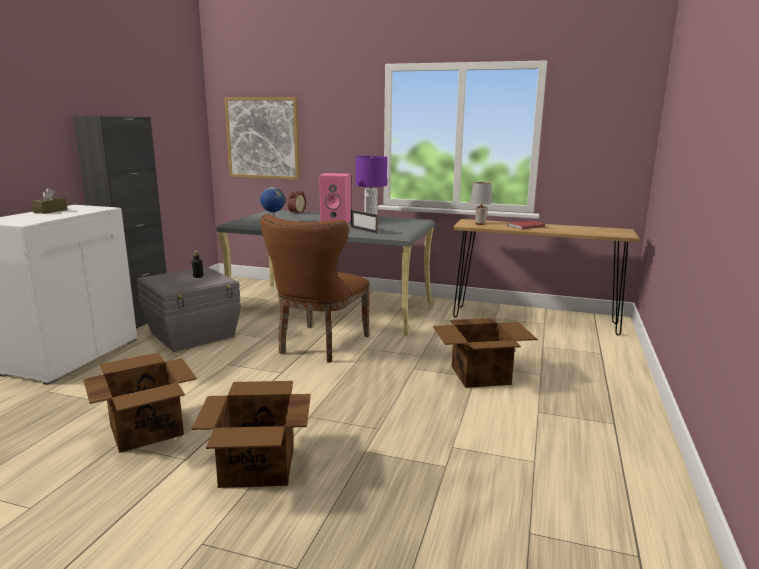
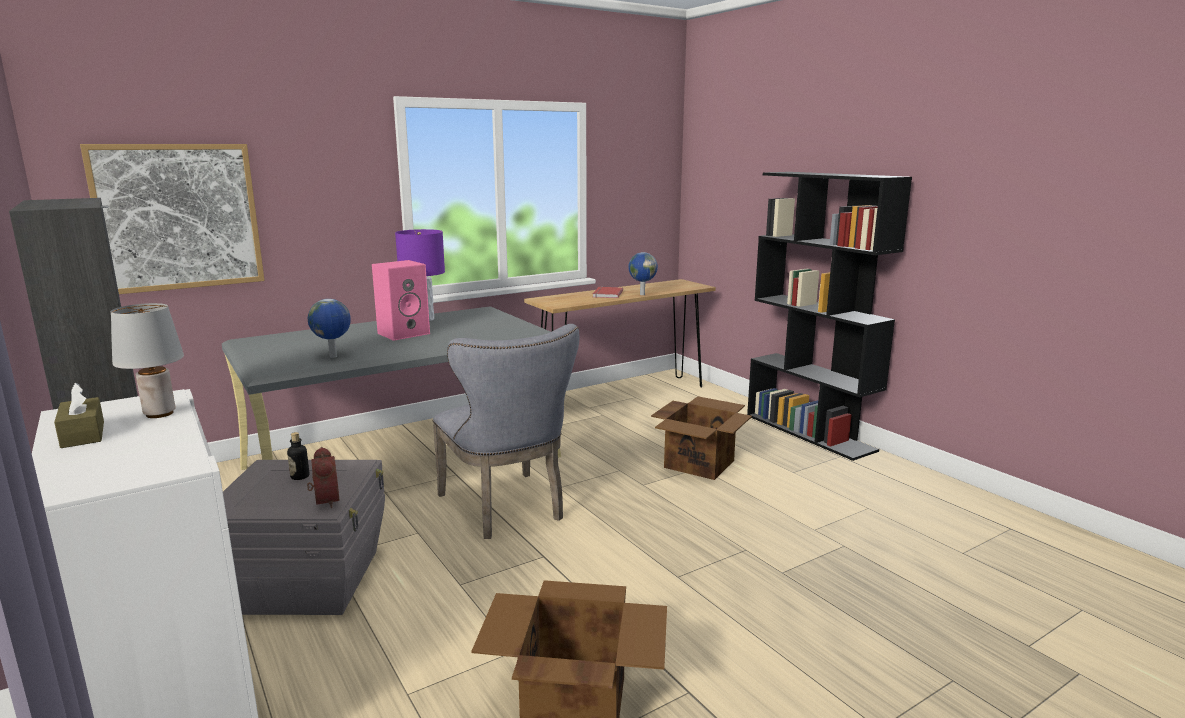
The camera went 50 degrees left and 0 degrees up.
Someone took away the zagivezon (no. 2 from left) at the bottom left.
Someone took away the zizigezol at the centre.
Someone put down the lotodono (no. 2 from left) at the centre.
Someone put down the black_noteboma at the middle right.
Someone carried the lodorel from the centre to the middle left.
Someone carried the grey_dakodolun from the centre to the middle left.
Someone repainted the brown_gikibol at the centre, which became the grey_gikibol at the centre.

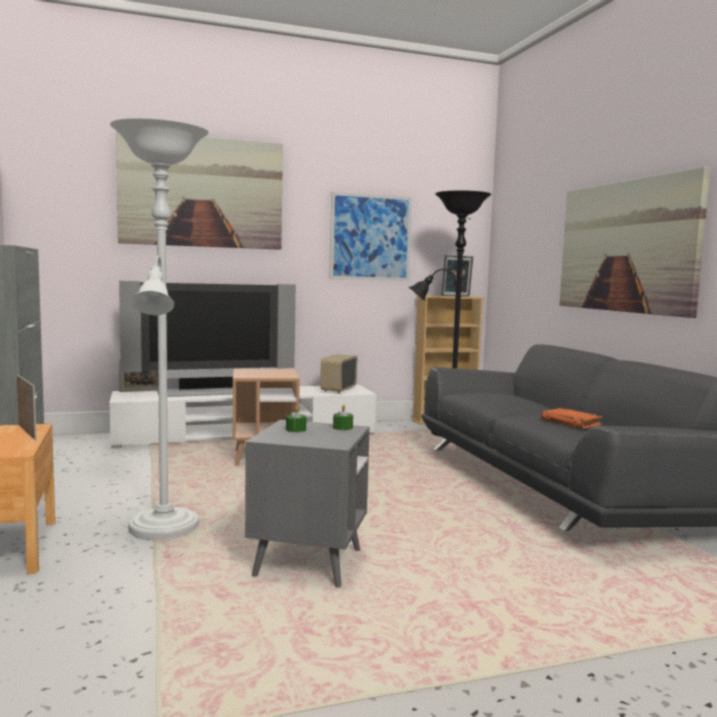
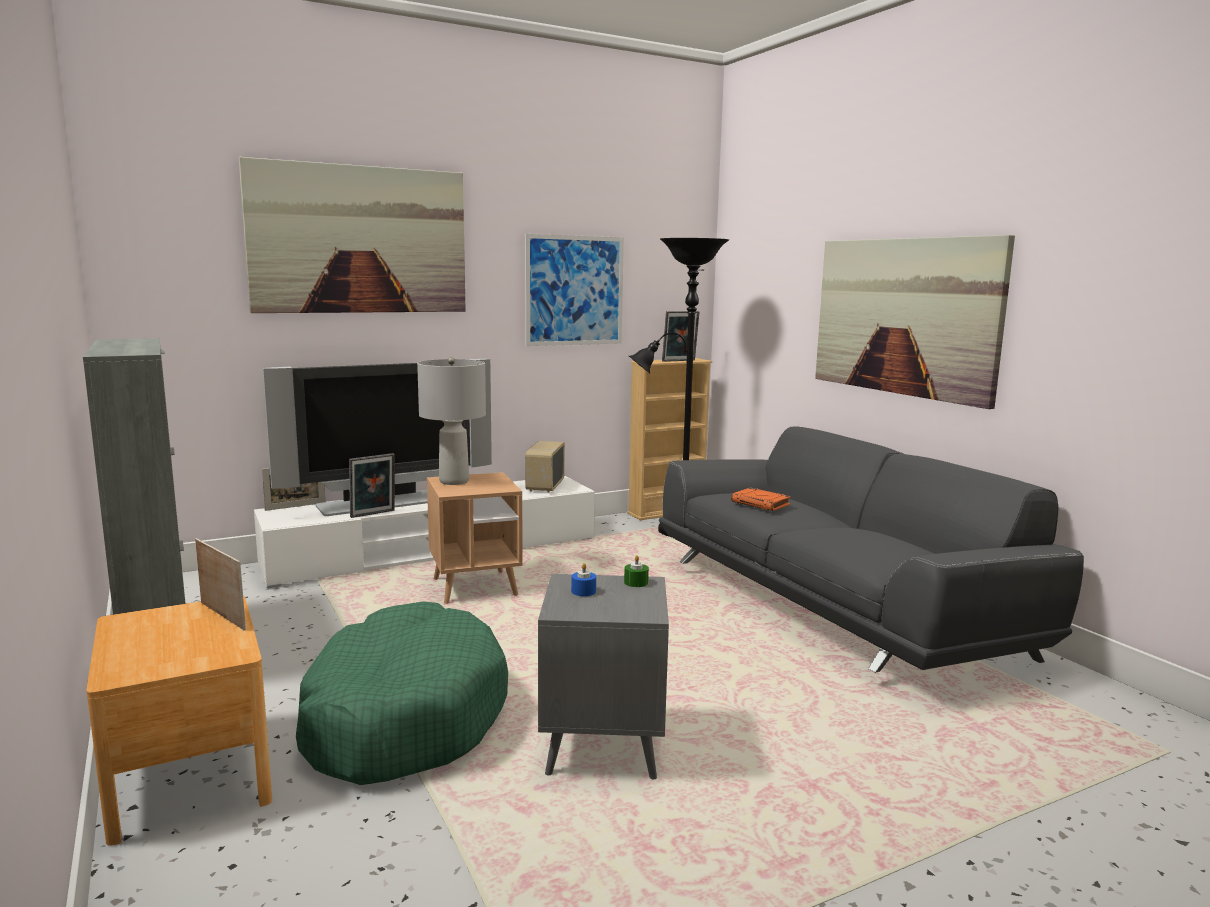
The camera went 10 degrees left and 5 degrees up.
Someone put down the zizigezol (no. 3 from left) at the middle left.
Someone put down the grey_dakodolun at the centre.
Someone carried the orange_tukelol from the middle right to the centre.
Someone swapped the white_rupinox at the middle left for the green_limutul at the bottom left.
Someone repainted the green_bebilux (no. 1 from left) at the centre, which became the blue_bebilux at the centre.

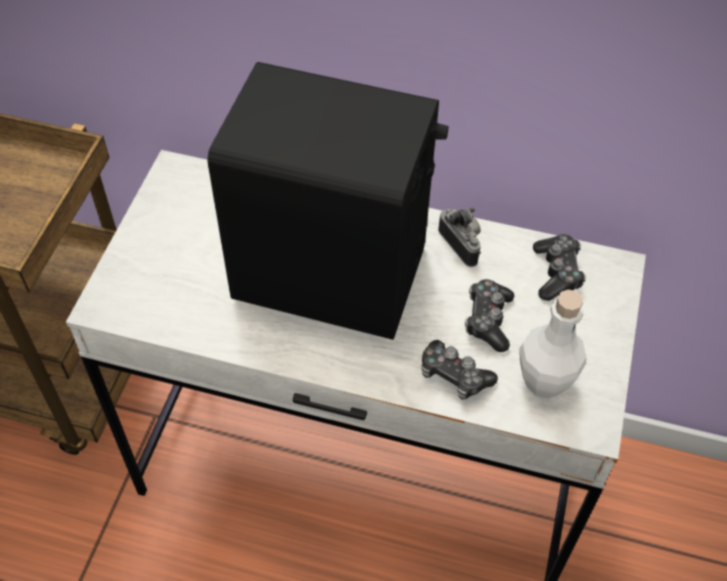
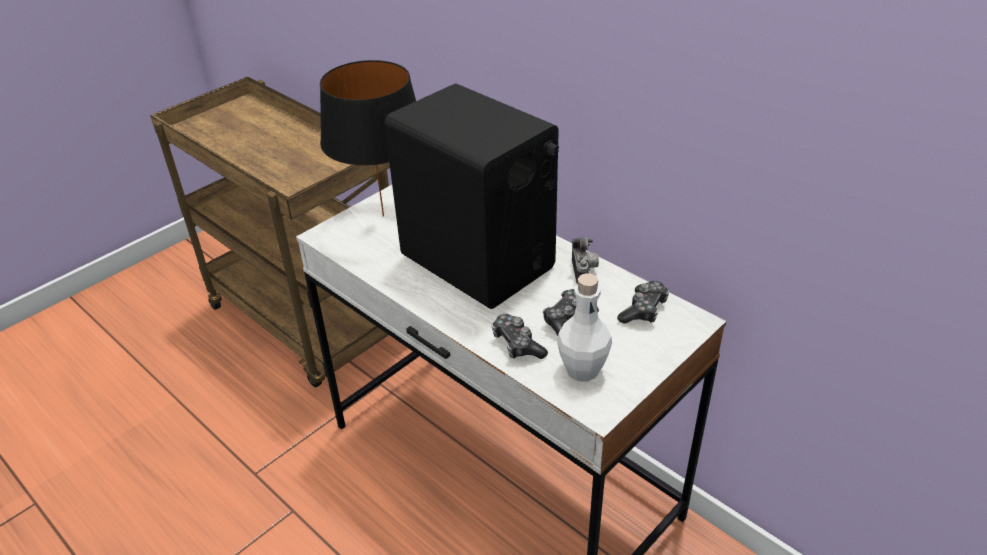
The camera went 30 degrees right and 15 degrees down.
Someone put down the black_dakodolun at the top centre.

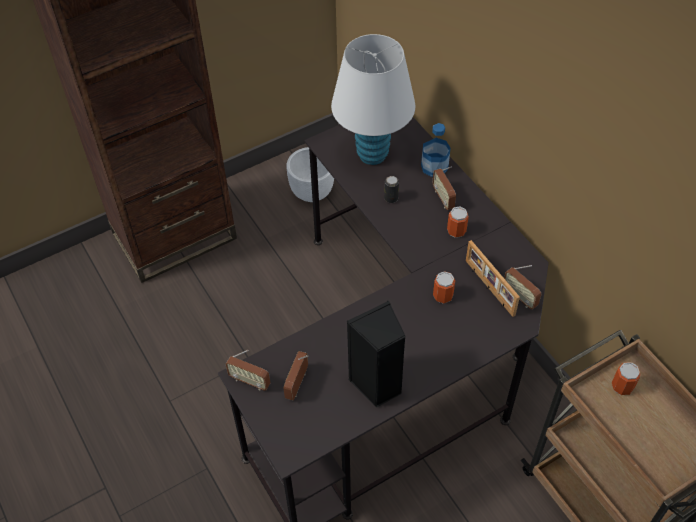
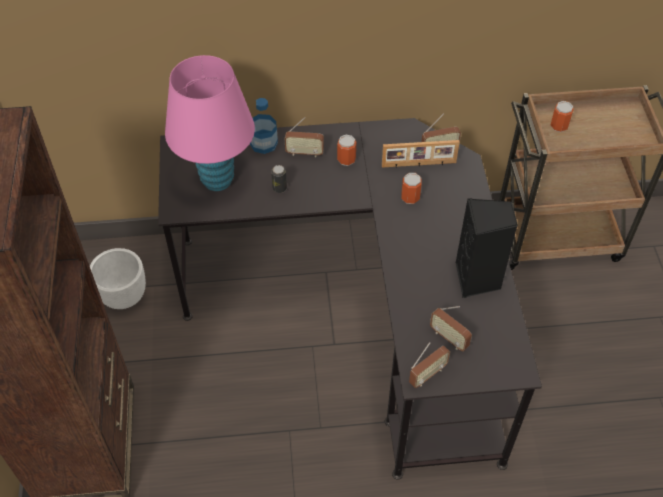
The camera went 65 degrees left and 0 degrees up.
Someone repainted the white_dakodolun at the top centre, which became the pink_dakodolun at the top left.

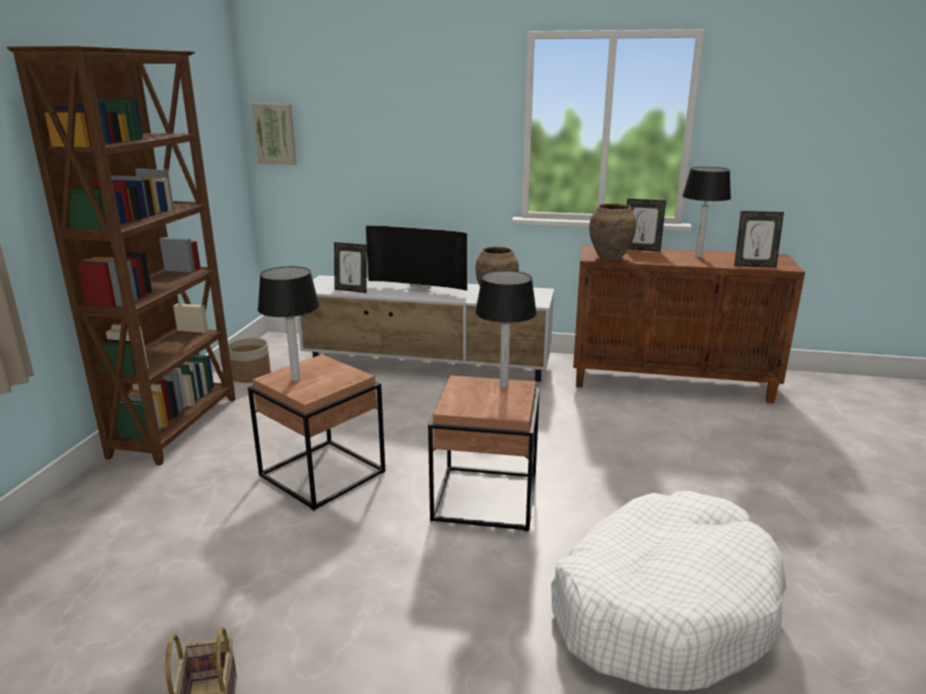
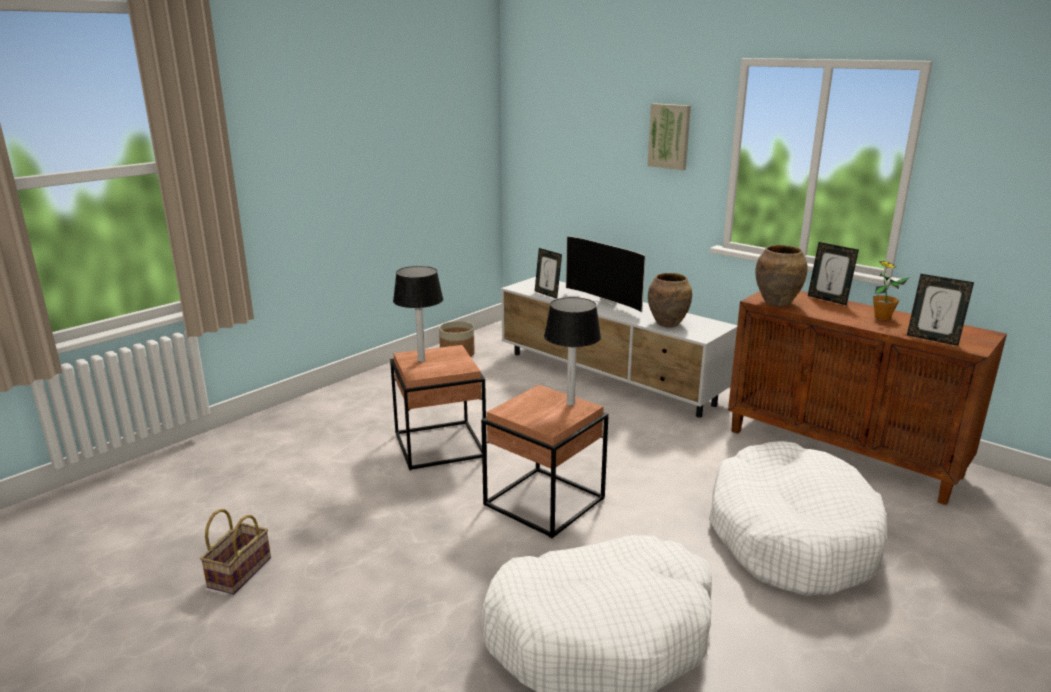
The camera went 30 degrees right and 0 degrees up.
Someone took away the brown_noteboma at the middle left.
Someone put down the white_limutul (no. 2 from left) at the bottom right.
Someone carried the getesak from the top left to the top centre.
Someone swapped the dakodolun (no. 3 from left) at the top right for the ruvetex at the middle right.

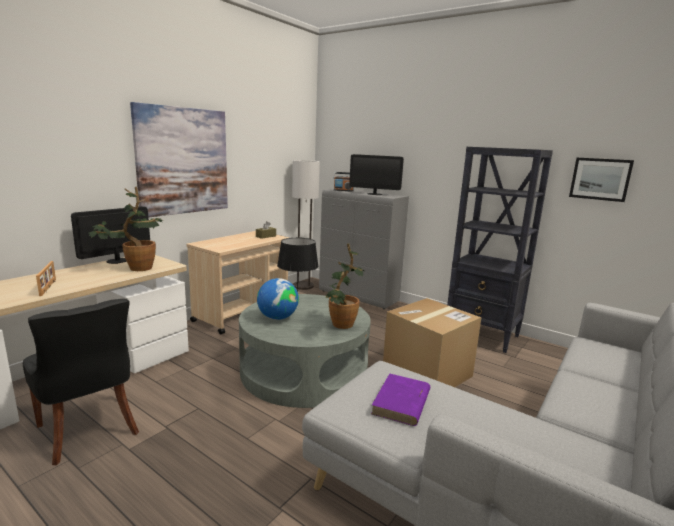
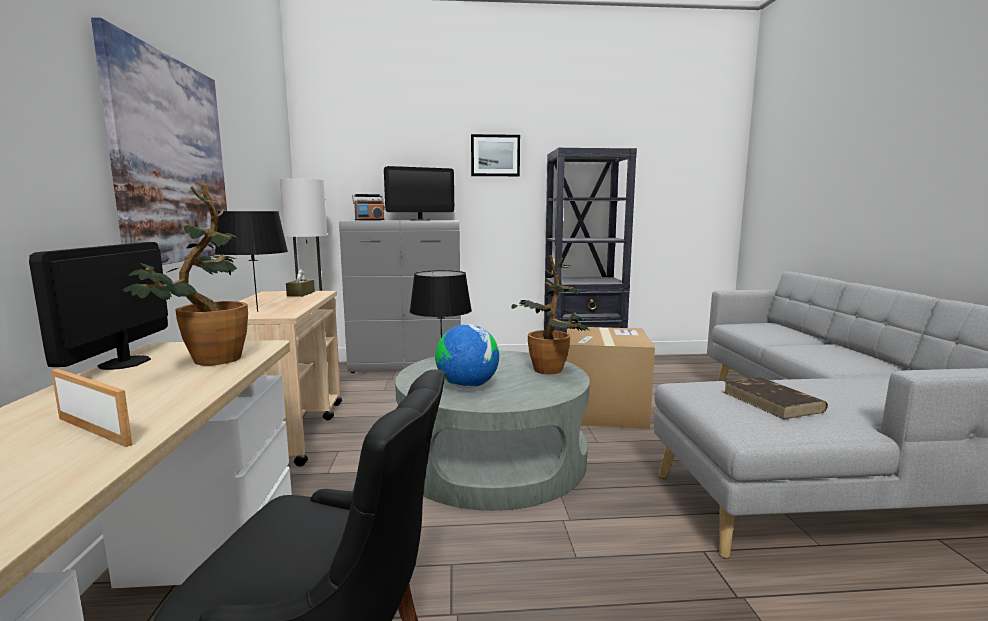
The camera went 40 degrees left and 5 degrees down.
Someone put down the black_dakodolun (no. 1 from left) at the middle left.
Someone carried the getesak (no. 2 from left) from the middle right to the top centre.
Someone repainted the purple_tukelol at the bottom centre, which became the brown_tukelol at the middle right.

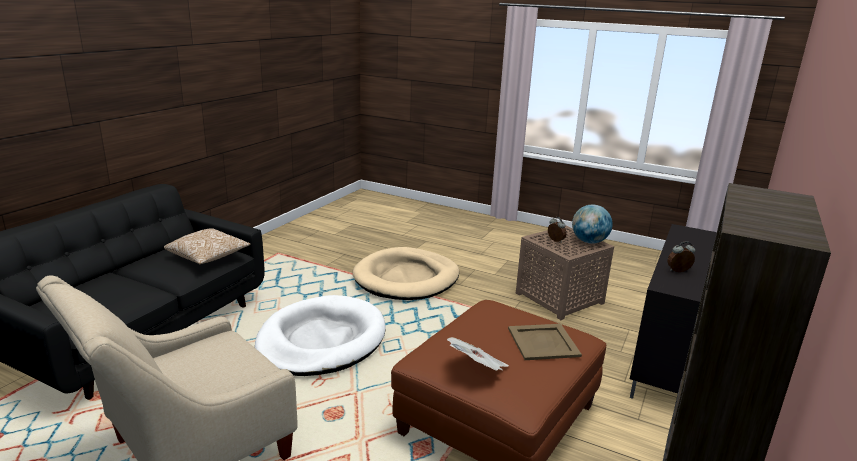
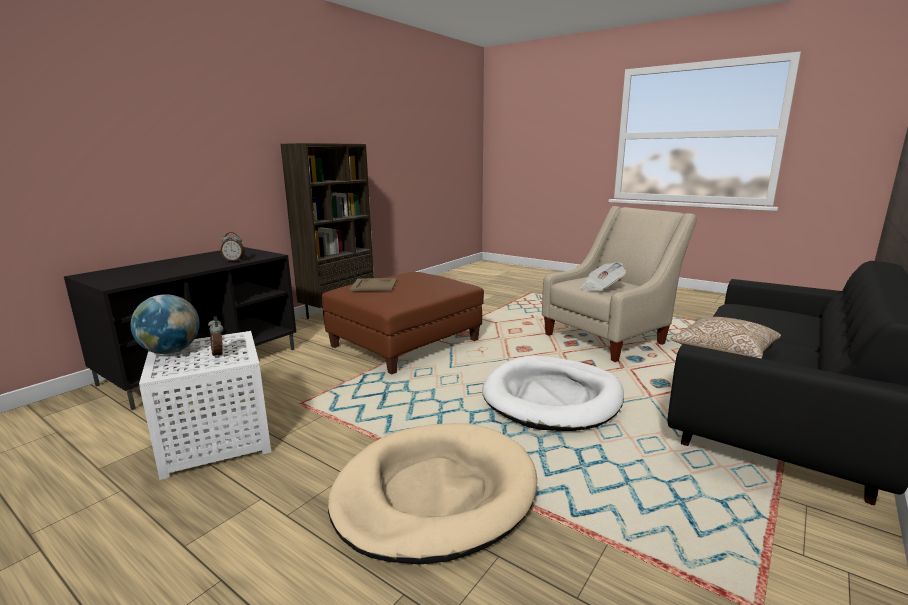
The camera went 170 degrees left and 5 degrees down.
Someone carried the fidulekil from the bottom centre to the centre.
Someone repainted the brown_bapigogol at the centre, which became the white_bapigogol at the bottom left.

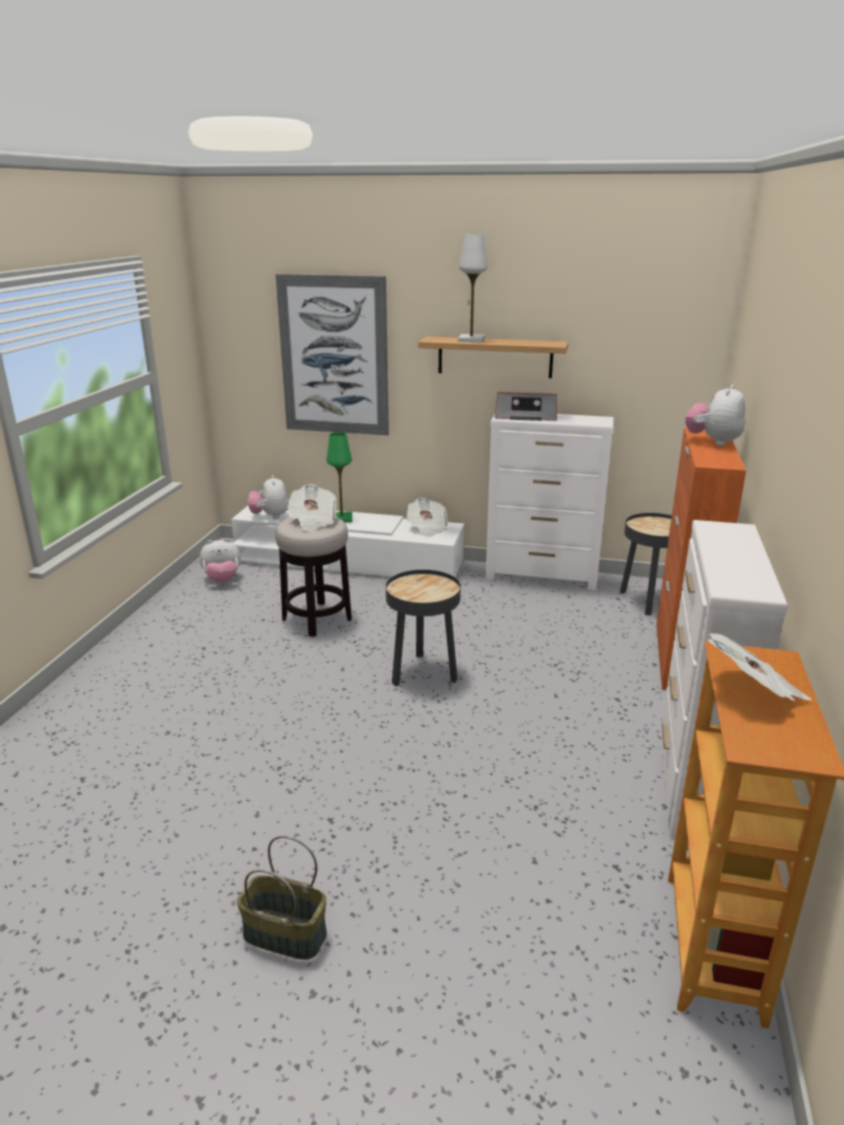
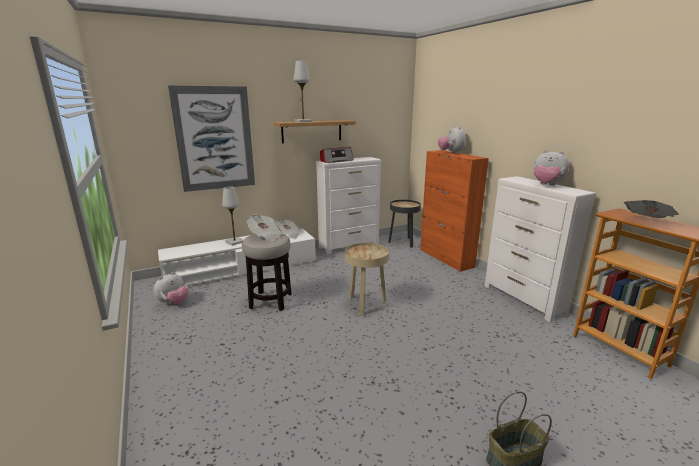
The camera went 40 degrees left and 5 degrees down.
Someone carried the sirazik (no. 2 from left in the first image) from the middle left to the middle right.
Someone repainted the green_dakodolun at the centre, which became the white_dakodolun (no. 1 from left) at the middle left.
Someone repainted the black_bapigogol (no. 1 from left) at the centre, which became the beige_bapigogol at the centre.

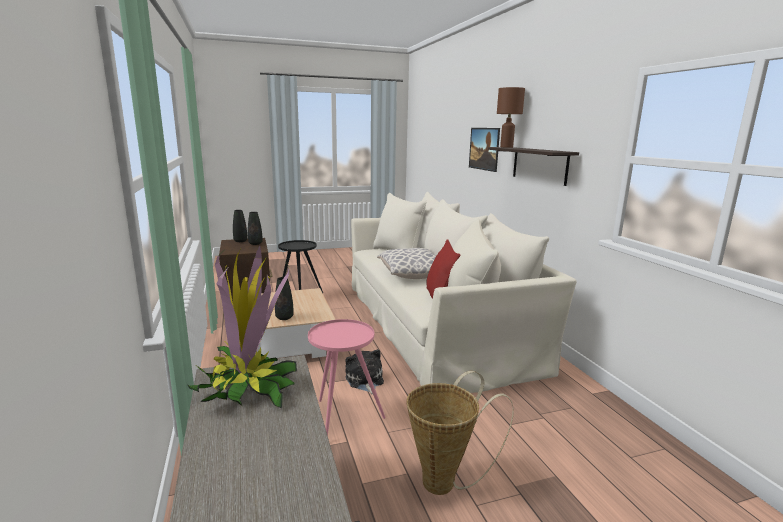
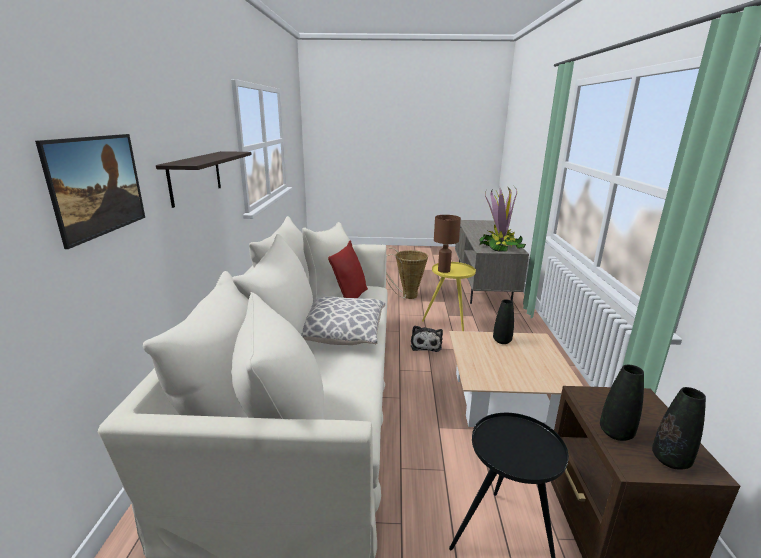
The camera went 160 degrees left and 5 degrees up.
Someone carried the brown_dakodolun from the top centre to the centre.
Someone repainted the pink_bapigogol at the bottom centre, which became the yellow_bapigogol at the centre.

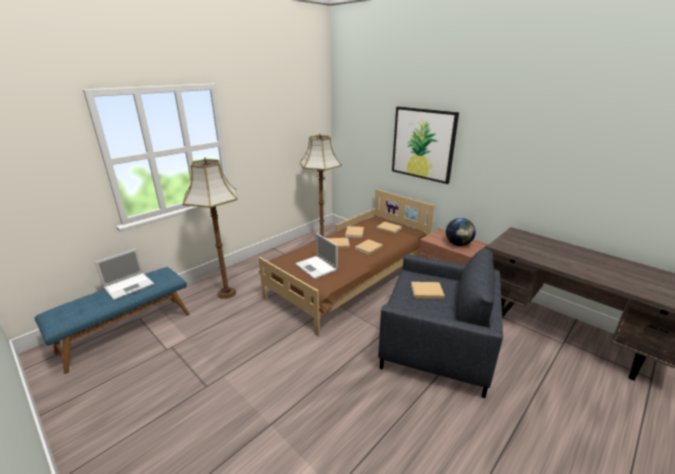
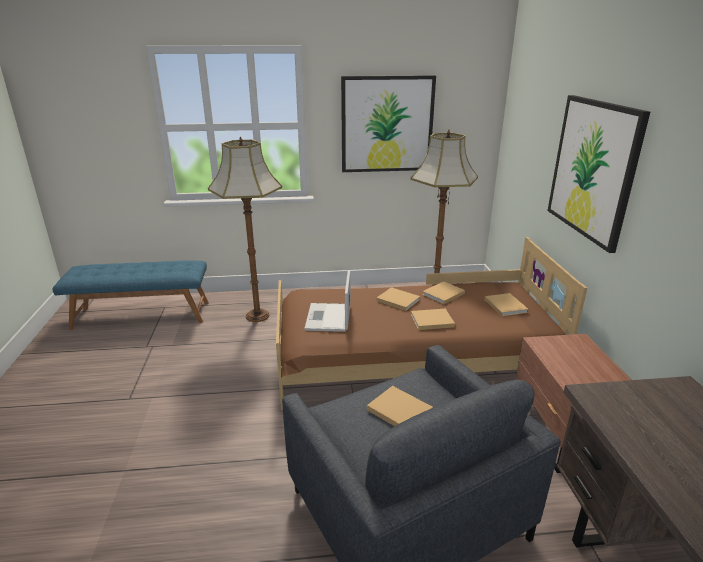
The camera went 40 degrees right and 0 degrees up.
Someone took away the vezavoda (no. 1 from left) at the middle left.
Someone took away the lotodono at the middle right.
Someone put up the getesak (no. 1 from left) at the top centre.

